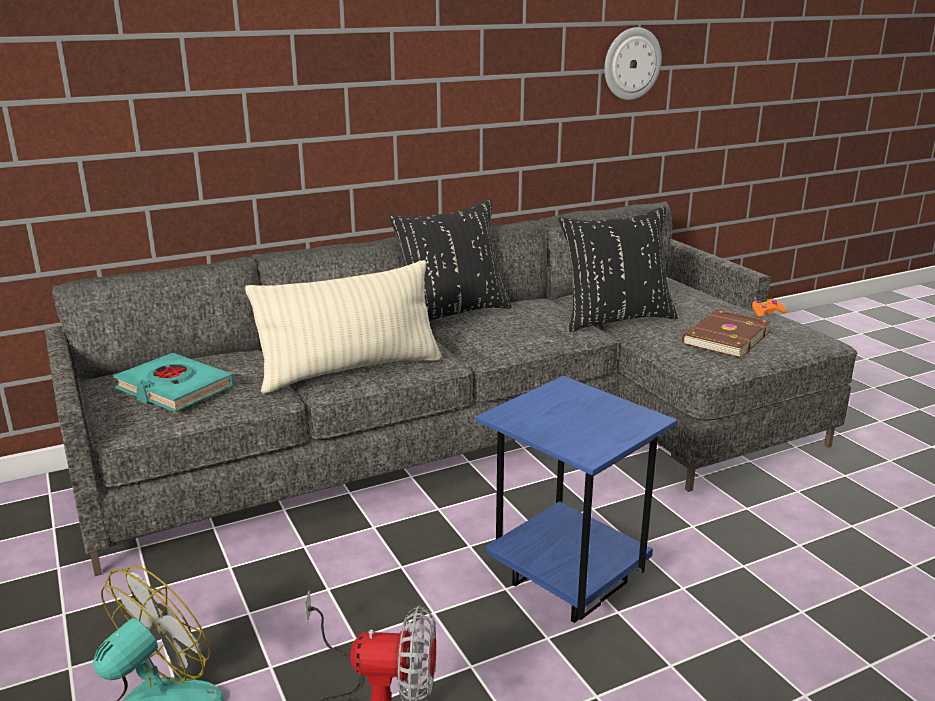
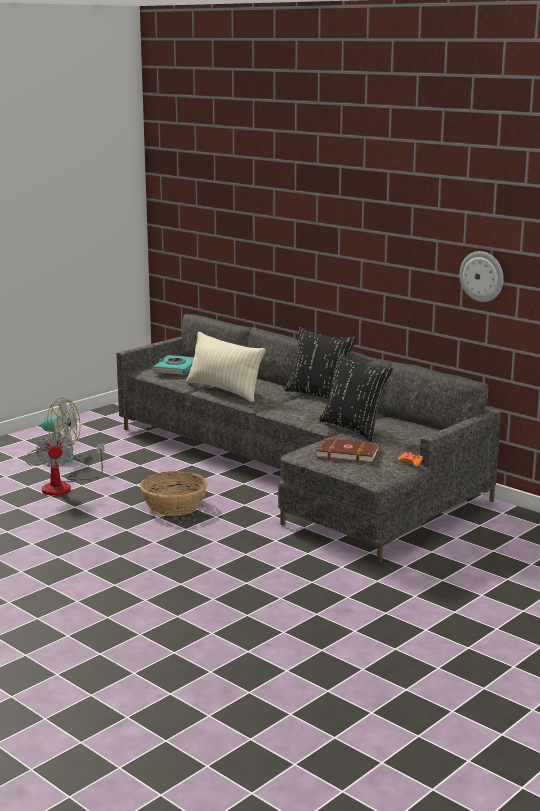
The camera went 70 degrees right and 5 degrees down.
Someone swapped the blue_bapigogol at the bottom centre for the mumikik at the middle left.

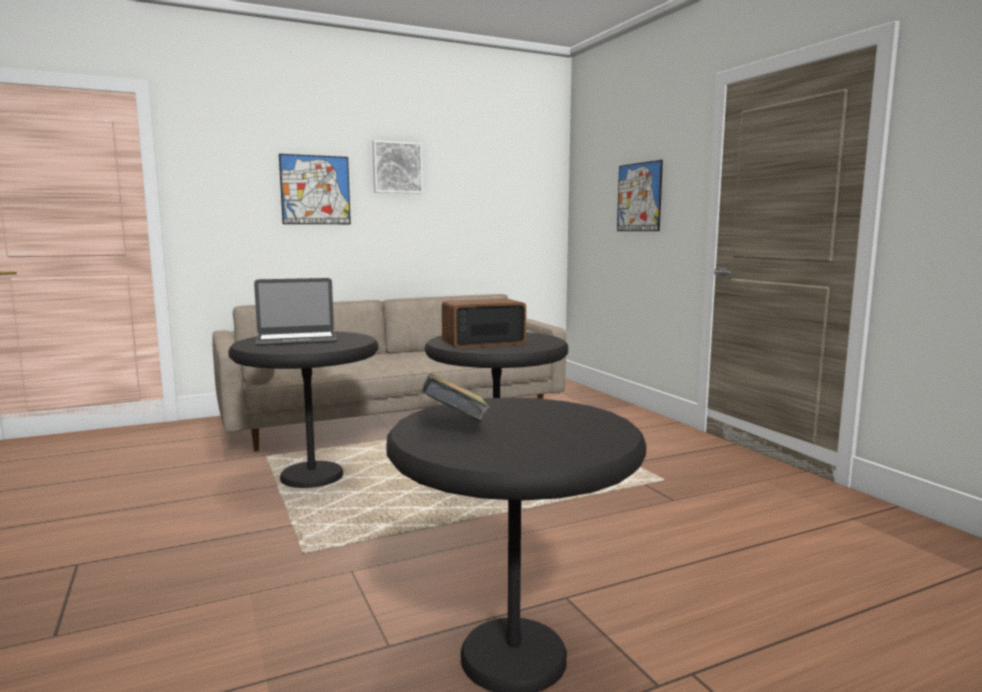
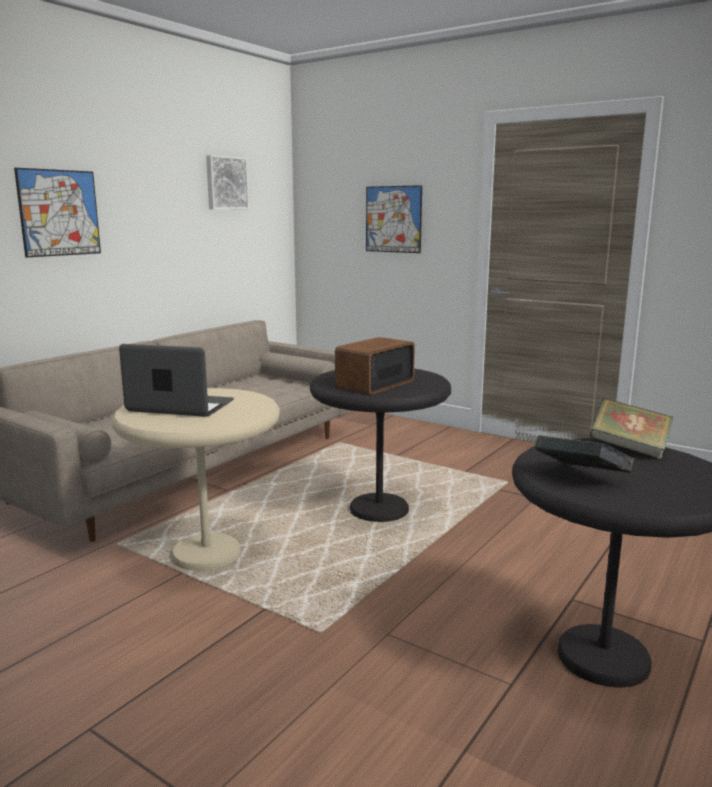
The camera went 30 degrees left and 5 degrees up.
Someone put down the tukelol (no. 2 from left) at the middle right.
Someone carried the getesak (no. 2 from left) from the top centre to the top left.
Someone repainted the black_bapigogol (no. 1 from left) at the middle left, which became the beige_bapigogol at the middle left.
Someone rotated the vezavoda at the middle left by 120 degrees counterclockwise.

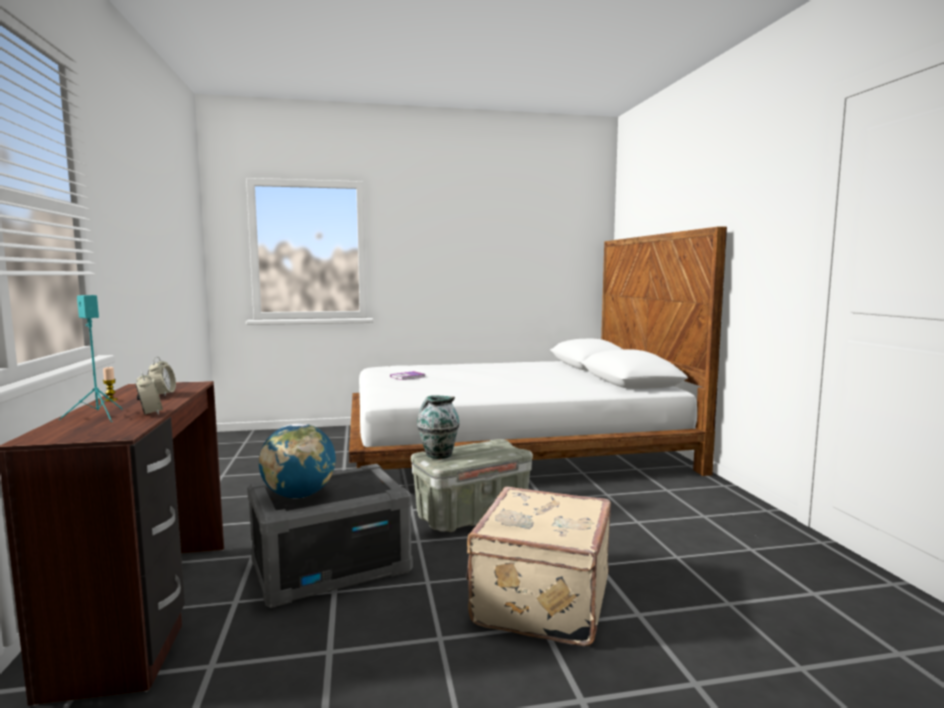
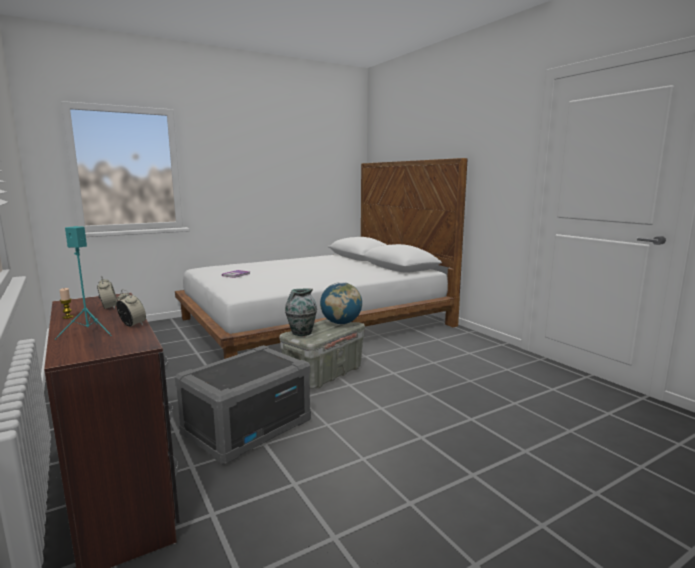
The camera went 20 degrees left and 5 degrees up.
Someone took away the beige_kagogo at the bottom centre.
Someone carried the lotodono from the middle left to the centre.

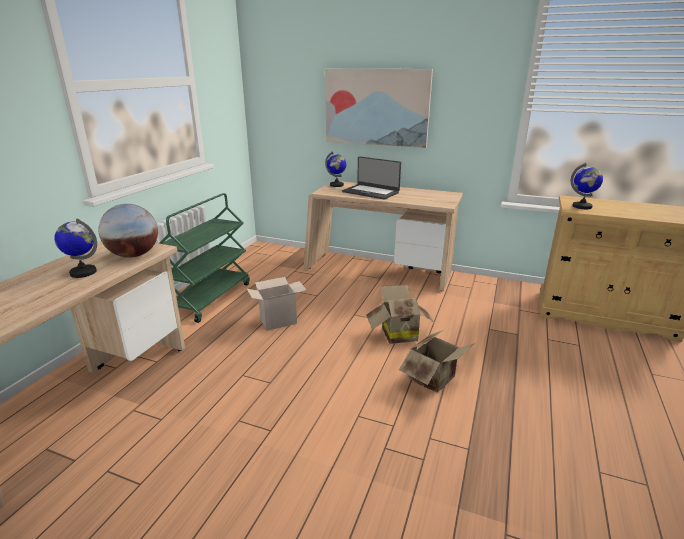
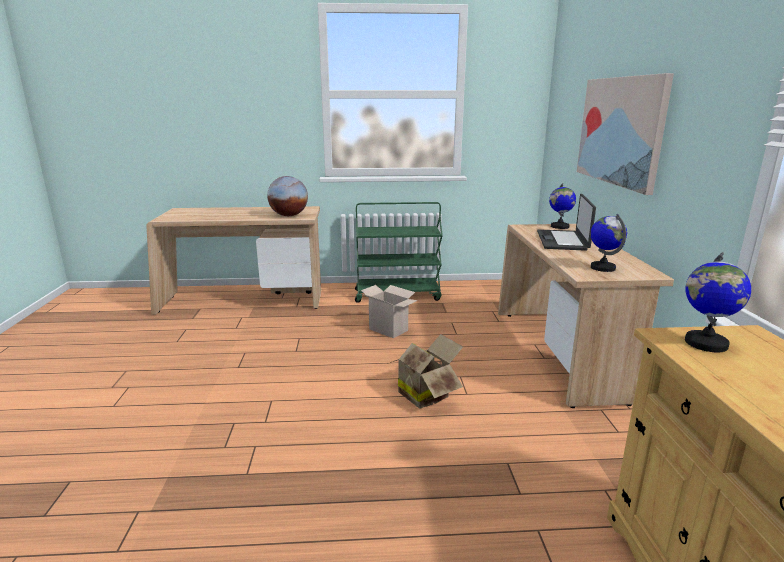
The camera went 65 degrees right and 5 degrees down.
Someone took away the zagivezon (no. 3 from left) at the bottom centre.
Someone carried the lotodono (no. 1 from left in the first image) from the middle left to the middle right.

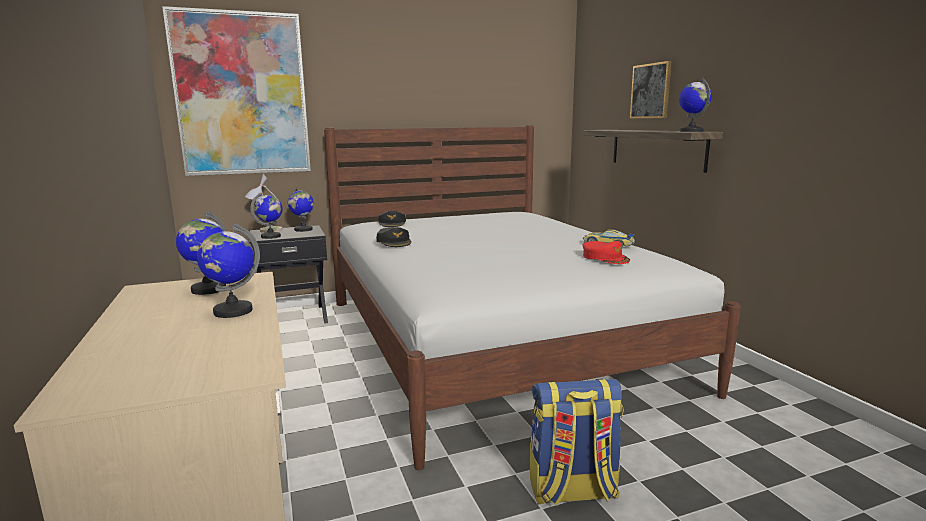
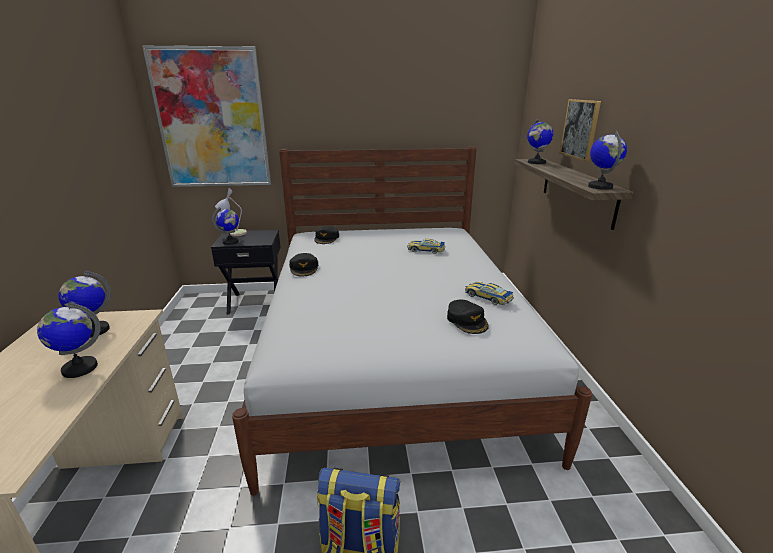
The camera went 15 degrees right and 10 degrees up.
Someone put down the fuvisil (no. 1 from left) at the centre.
Someone carried the lotodono (no. 4 from left) from the middle left to the top right.
Someone repainted the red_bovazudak at the centre, which became the black_bovazudak (no. 3 from left) at the centre.

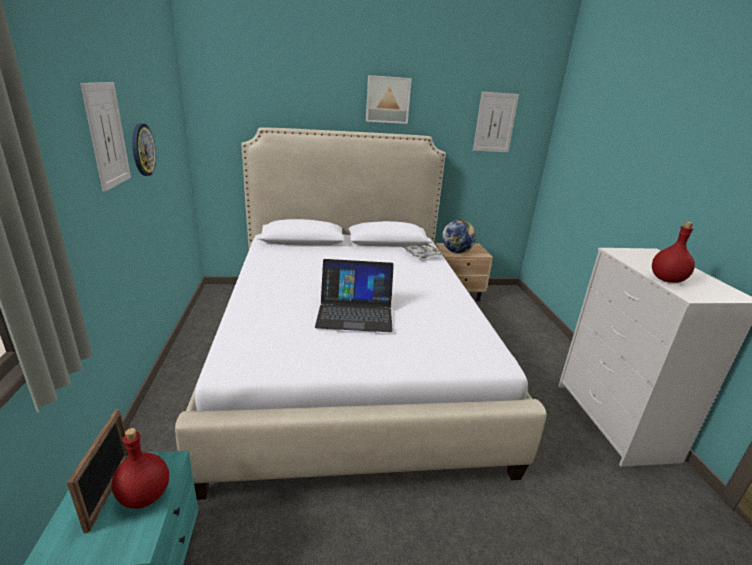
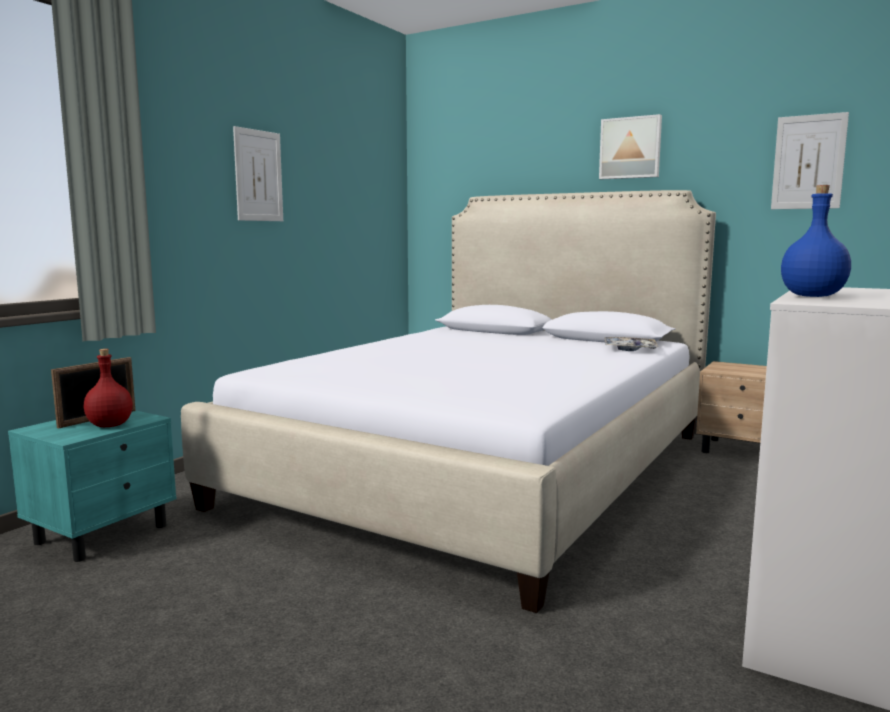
The camera went 40 degrees right and 15 degrees down.
Someone took away the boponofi at the top left.
Someone took away the vezavoda at the centre.
Someone took away the lotodono at the centre.
Someone repainted the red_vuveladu (no. 2 from left) at the middle right, which became the blue_vuveladu at the middle right.

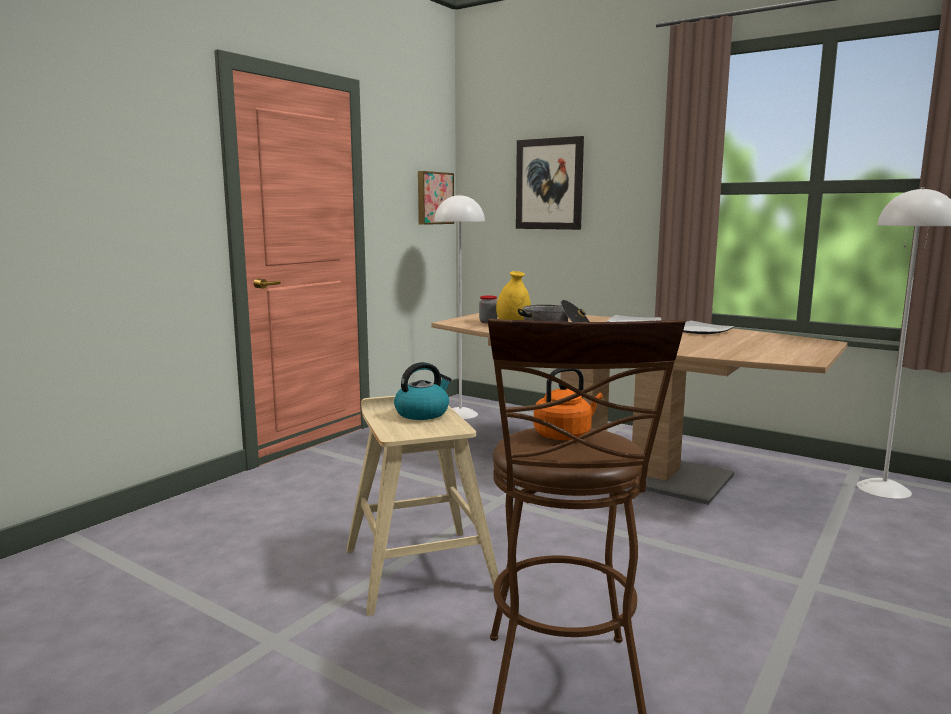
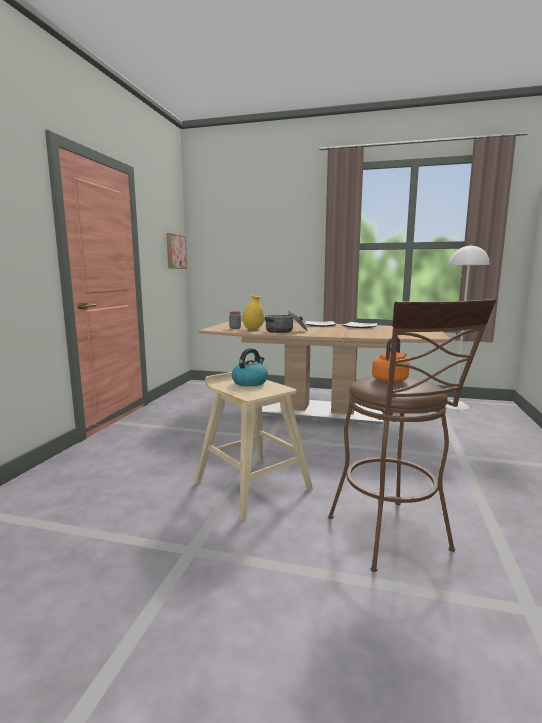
The camera went 20 degrees left and 0 degrees up.
Someone took away the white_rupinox (no. 1 from left) at the centre.
Someone took away the getesak (no. 2 from left) at the top centre.

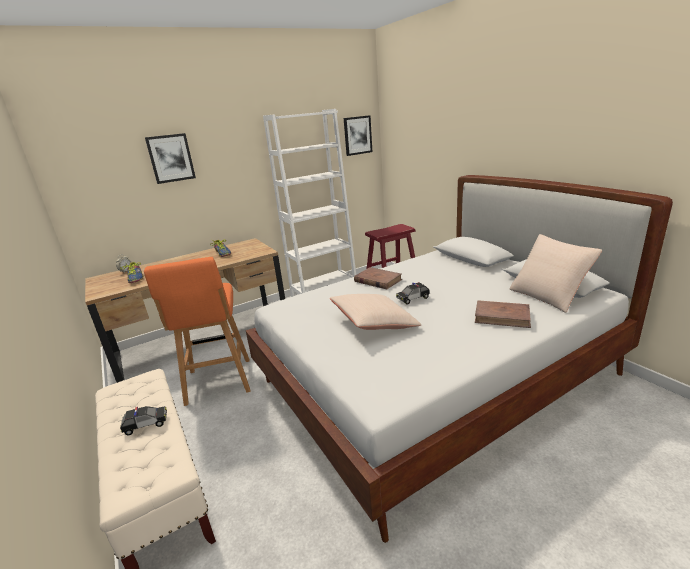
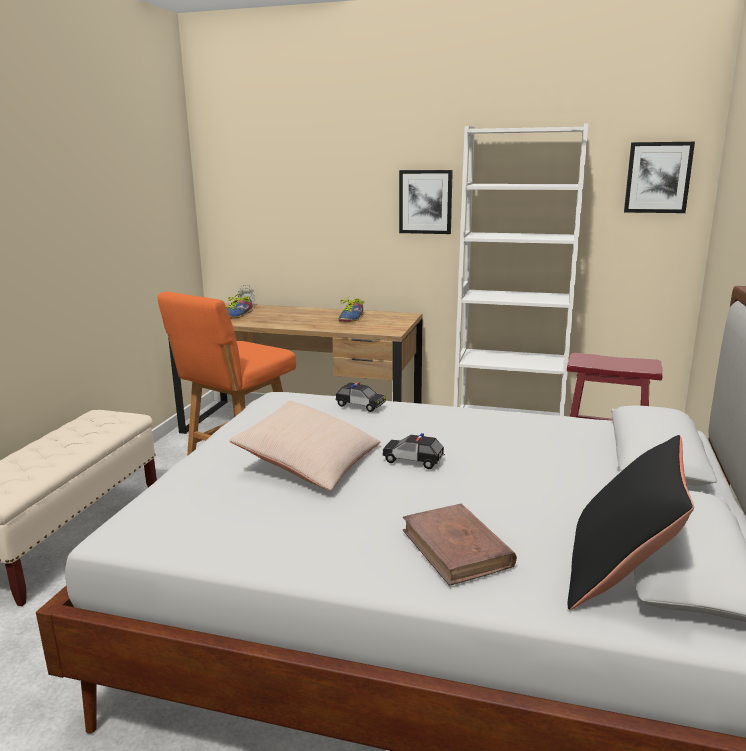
The camera went 45 degrees right and 5 degrees down.
Someone took away the brown_tukelol (no. 1 from left) at the centre.
Someone carried the fuvisil (no. 1 from left) from the bottom left to the centre.
Someone carried the getesak (no. 1 from left) from the top left to the top centre.
Someone repainted the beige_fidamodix (no. 2 from left) at the middle right, which became the black_fidamodix at the bottom right.

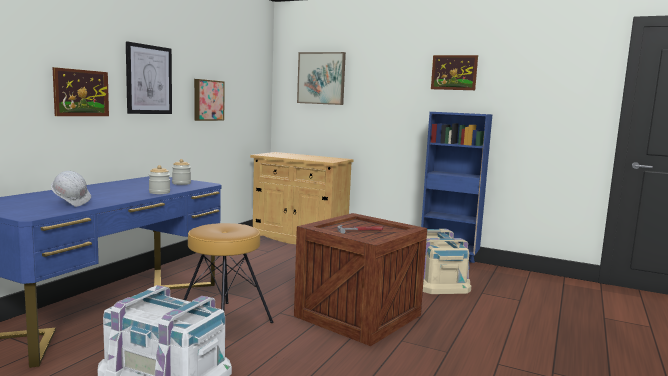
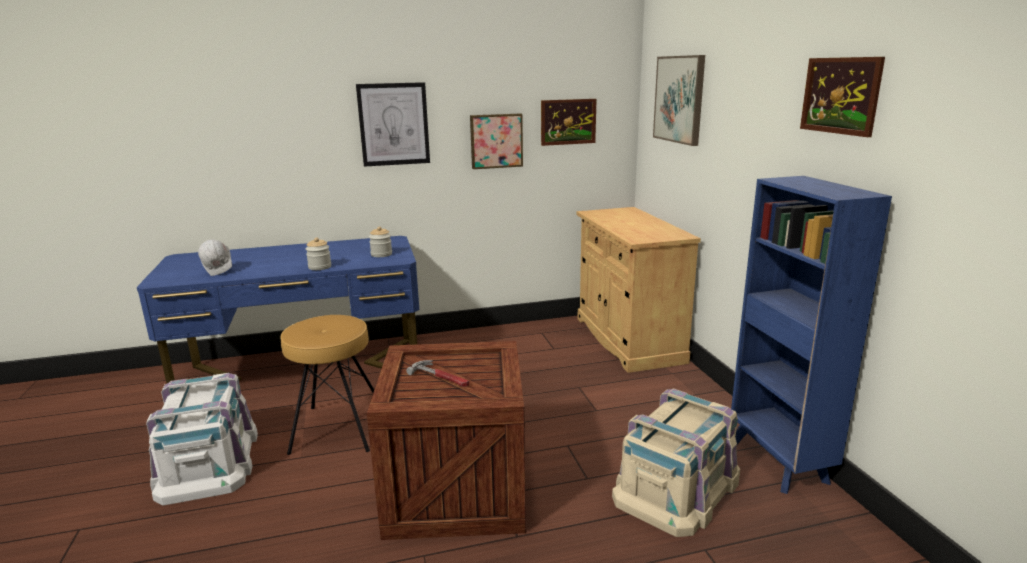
The camera went 50 degrees right and 10 degrees up.
Someone carried the getesak (no. 1 from left in the first image) from the top left to the top centre.

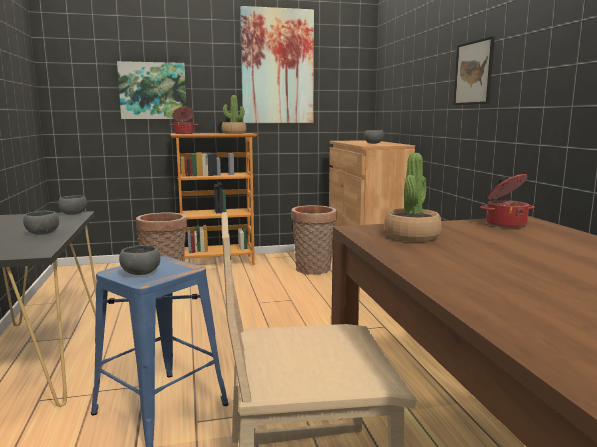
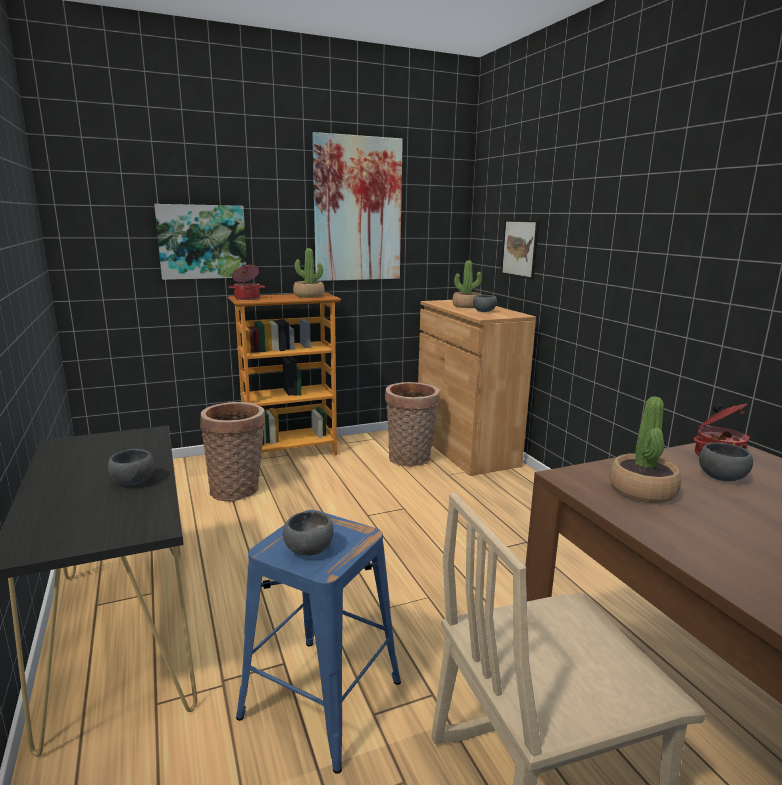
The camera went 10 degrees left and 5 degrees up.
Someone put down the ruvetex (no. 2 from left) at the centre.
Someone carried the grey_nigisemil (no. 2 from left in the first image) from the middle left to the middle right.
Someone carried the getesak (no. 3 from left) from the top right to the top centre.

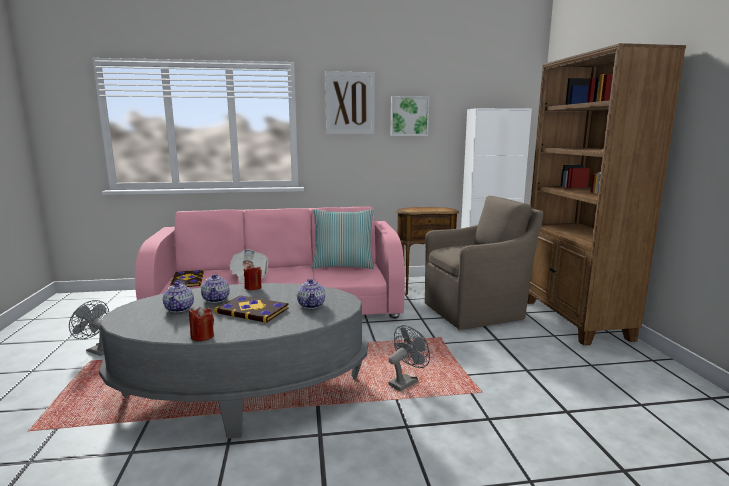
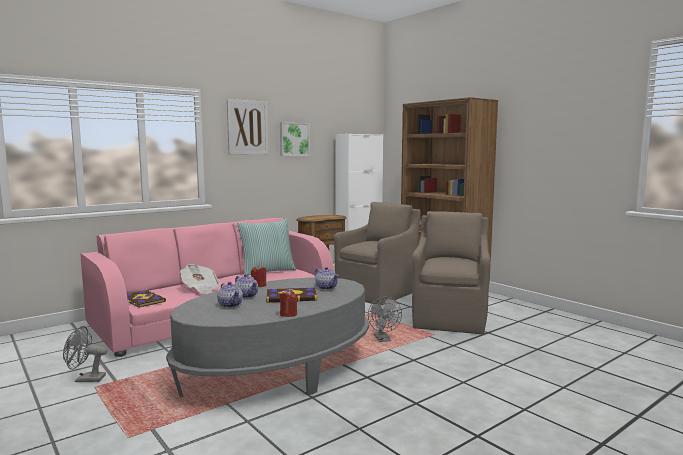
The camera went 30 degrees left and 5 degrees down.
Someone put down the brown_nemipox (no. 2 from left) at the centre.
Someone rotated the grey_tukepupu (no. 2 from left) at the bottom centre by 150 degrees clockwise.

